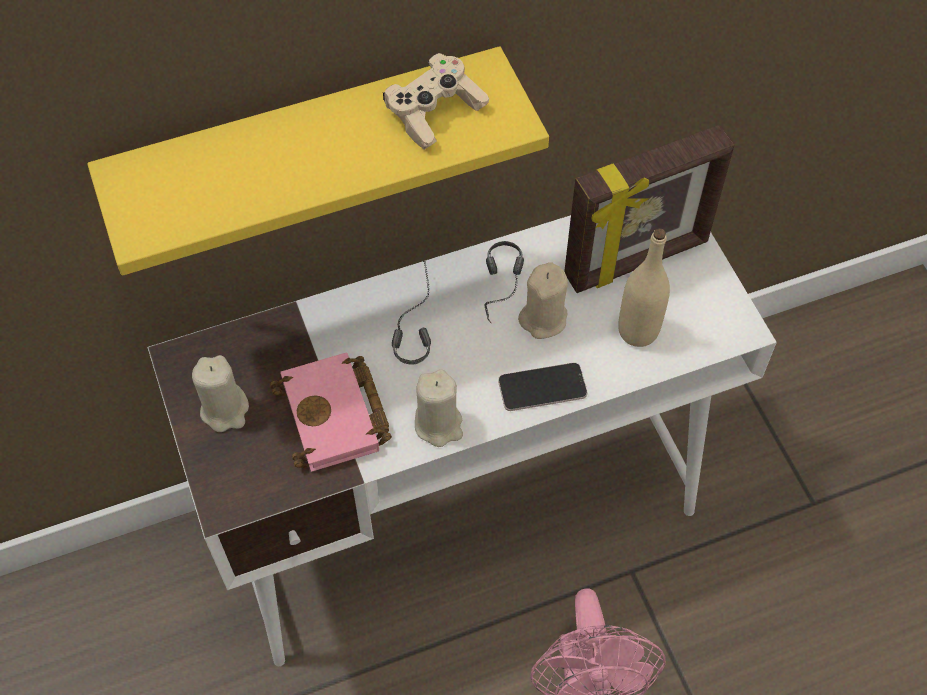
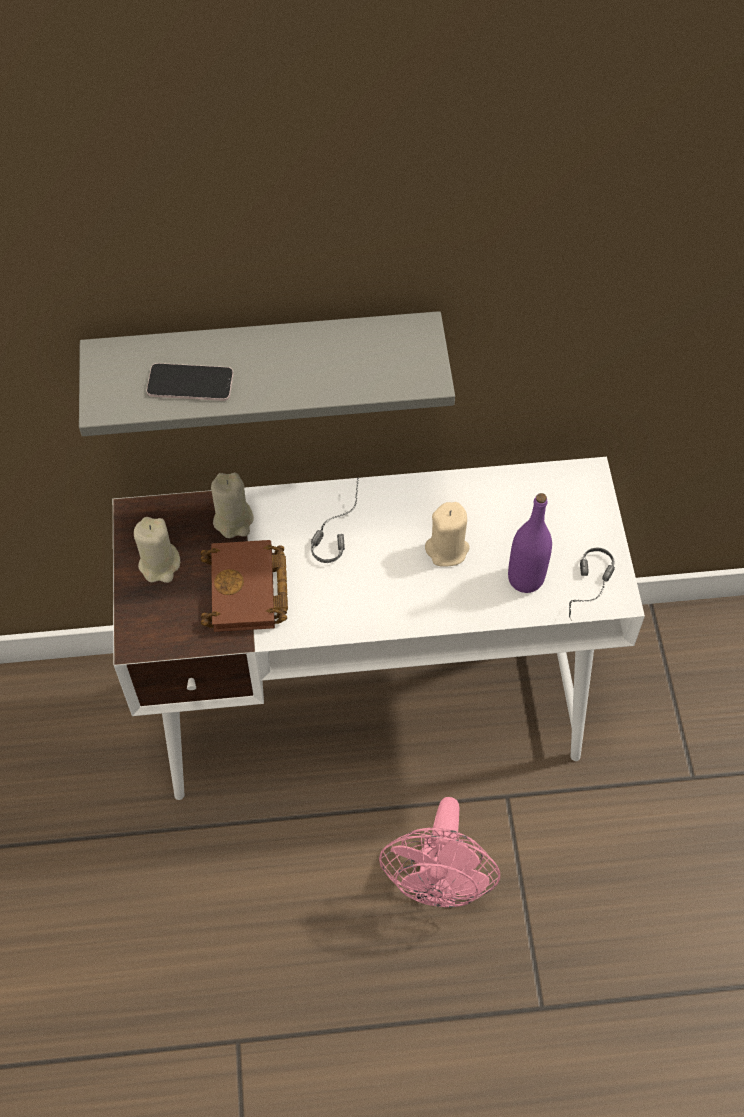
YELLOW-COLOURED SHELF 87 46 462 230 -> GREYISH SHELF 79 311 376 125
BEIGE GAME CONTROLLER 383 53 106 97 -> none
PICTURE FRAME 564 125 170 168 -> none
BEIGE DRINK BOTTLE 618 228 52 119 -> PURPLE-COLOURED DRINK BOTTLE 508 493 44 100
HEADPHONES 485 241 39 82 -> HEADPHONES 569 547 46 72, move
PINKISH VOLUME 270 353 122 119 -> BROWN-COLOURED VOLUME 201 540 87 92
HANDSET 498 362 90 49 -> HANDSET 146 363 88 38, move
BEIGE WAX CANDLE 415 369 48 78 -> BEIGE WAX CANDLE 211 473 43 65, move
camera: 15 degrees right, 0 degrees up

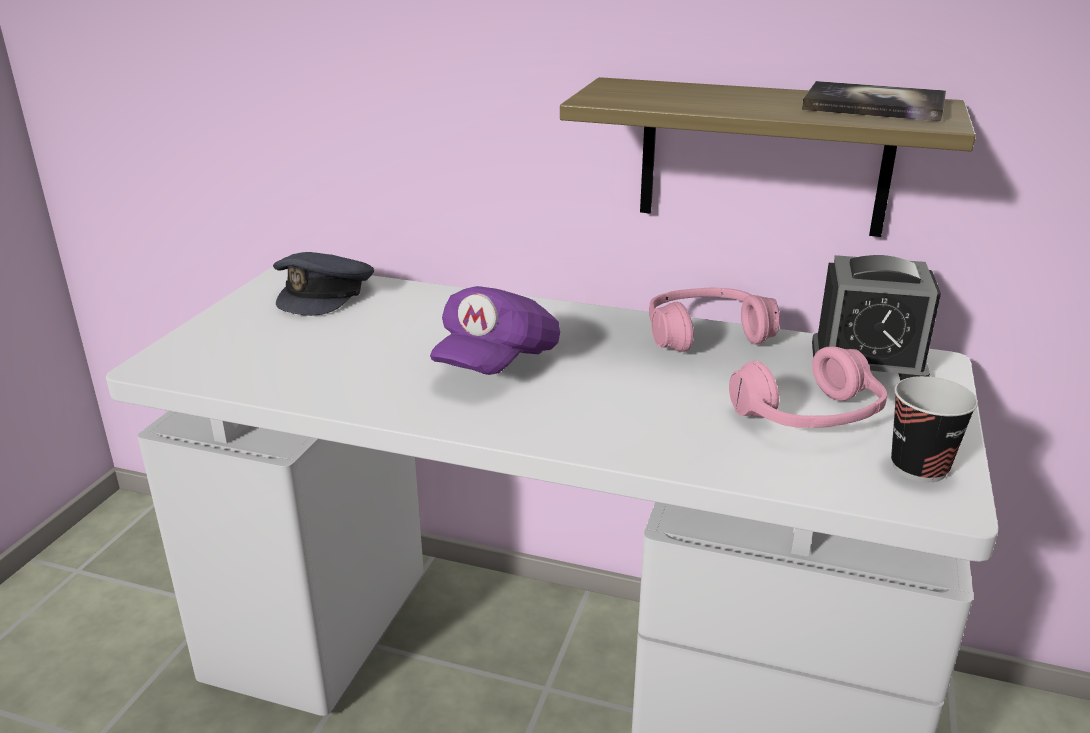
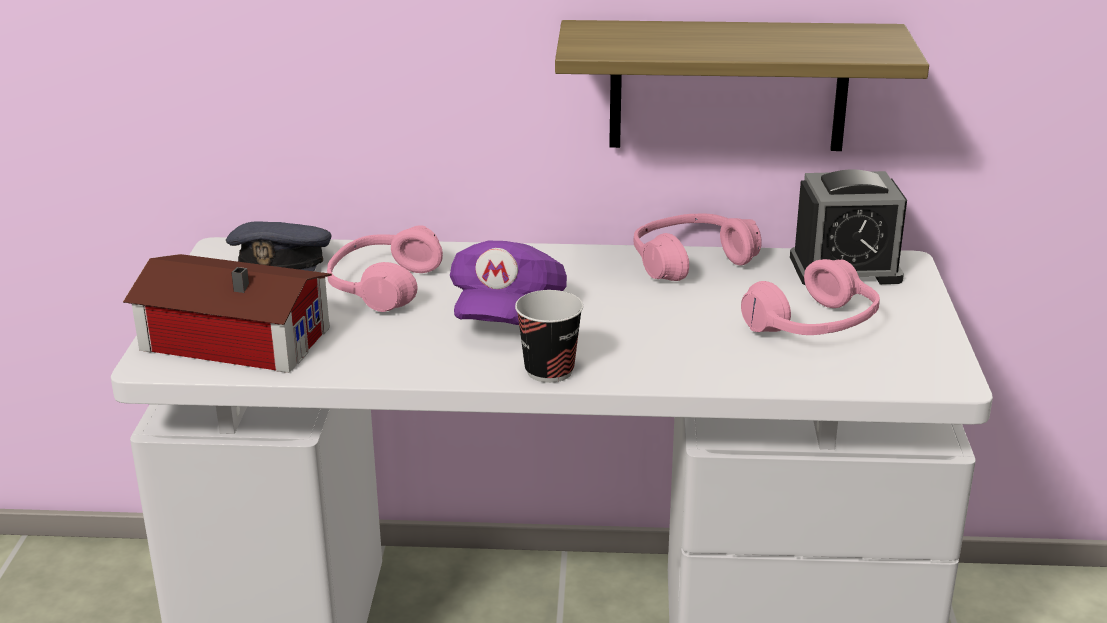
VOLUME 802 81 144 40 -> none
SMALL CUP 891 376 87 106 -> SMALL CUP 515 290 68 93, move
none -> PINKISH HEADPHONES 327 225 116 87
none -> MODEL HOUSE 123 254 209 119
camera: 15 degrees left, 0 degrees up

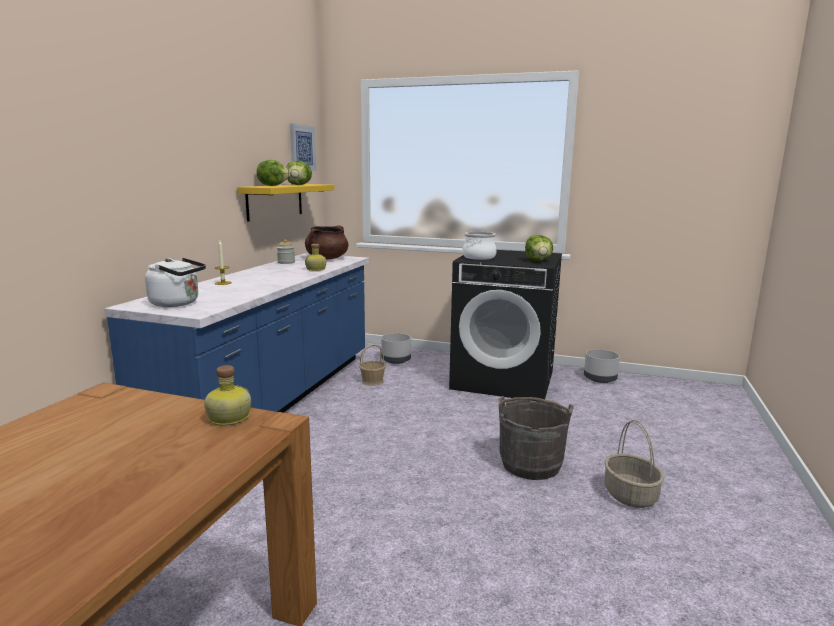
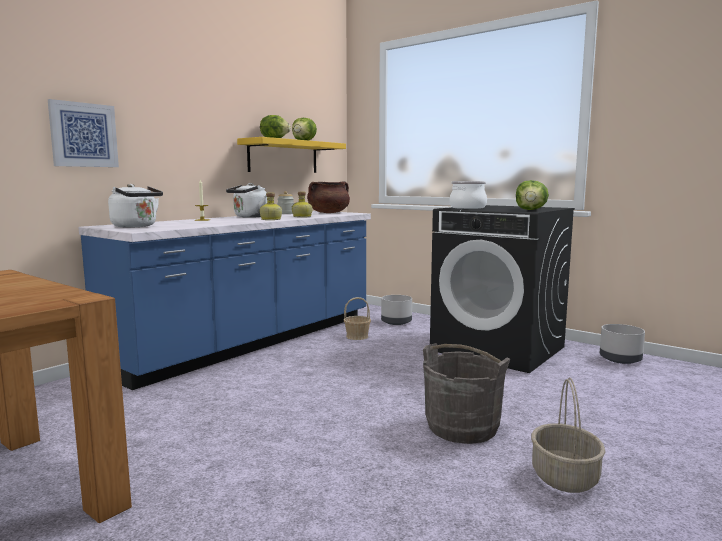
WALL PICTURE 290 124 27 47 -> WALL PICTURE 48 99 71 68, move
DRINK BOTTLE 204 365 47 61 -> DRINK BOTTLE 260 193 22 27, move
none -> WHITE TEA KETTLE 226 183 41 35
camera: 20 degrees right, 5 degrees down

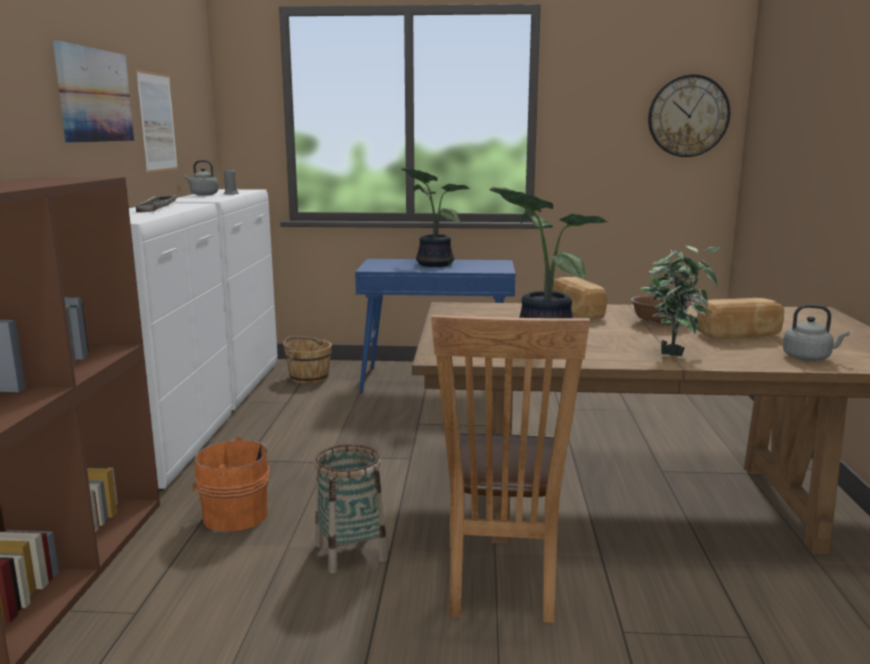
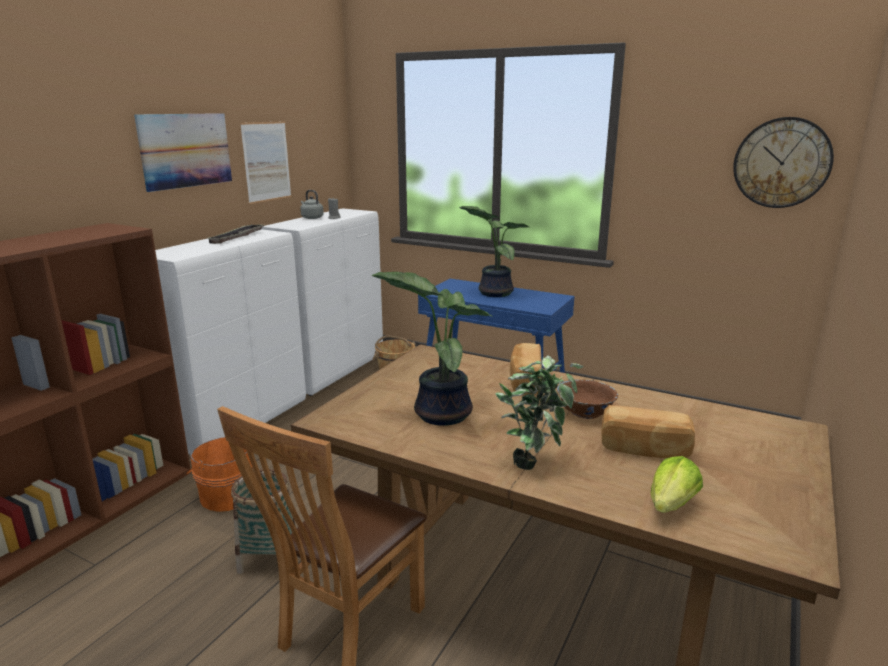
GREYISH TEA KETTLE 783 304 67 57 -> LETTUCE 651 456 52 57
camera: 25 degrees right, 5 degrees up

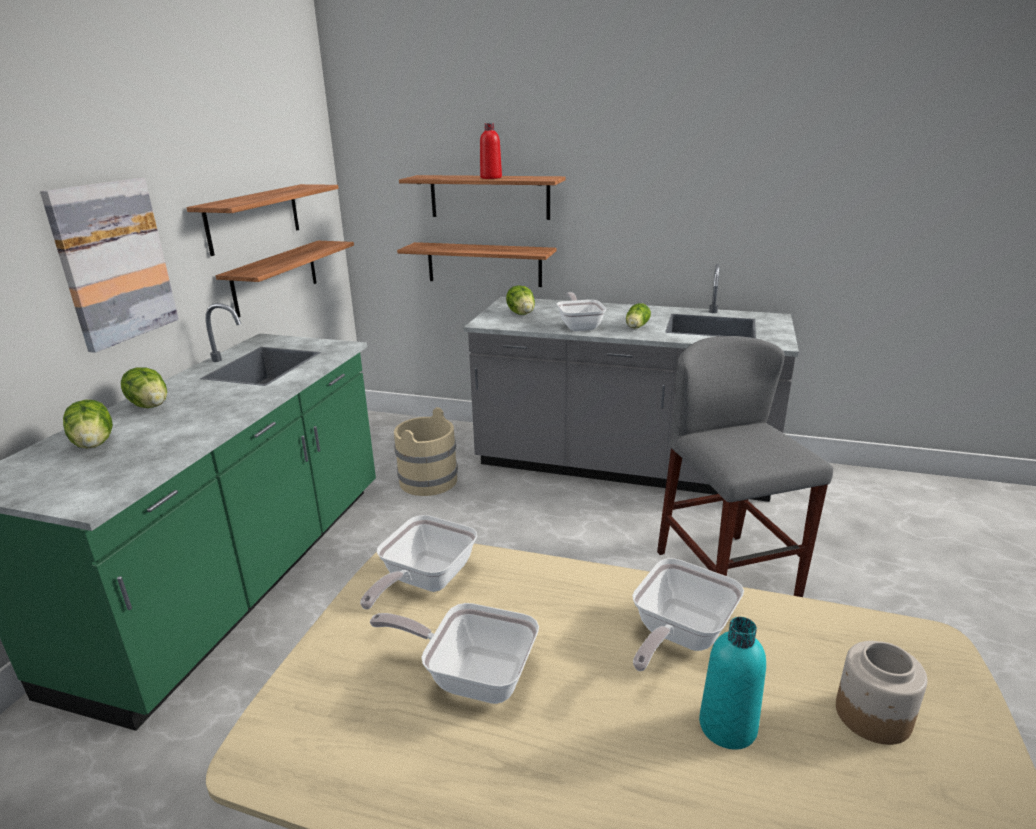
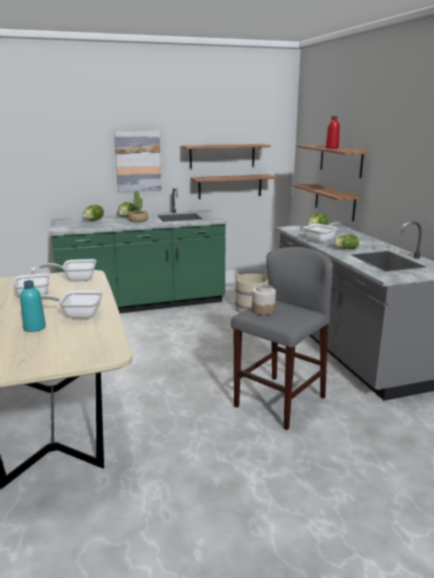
JAR 836 641 91 104 -> JAR 252 284 24 31, move
none -> POTTED PLANT 128 190 20 32
camera: 55 degrees right, 5 degrees down

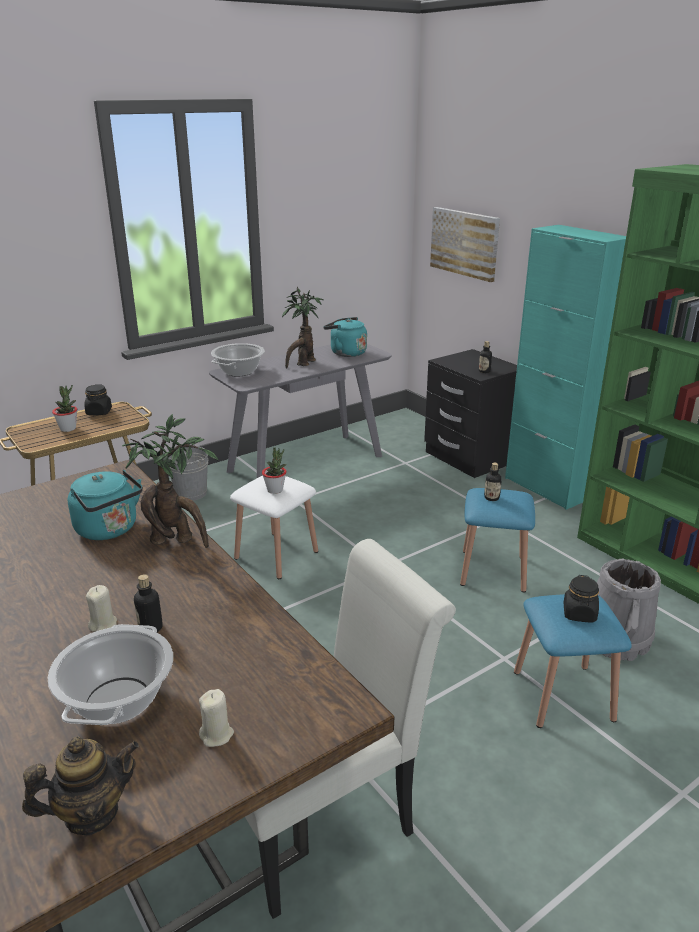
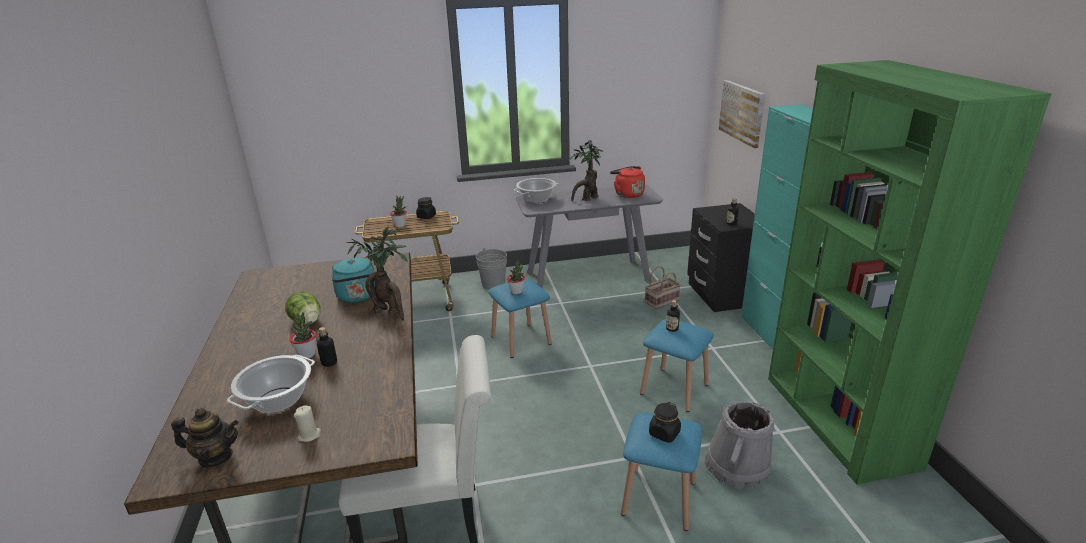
TURQUOISE-COLOURED TEA KETTLE 323 317 44 40 -> REDDISH TEA KETTLE 610 166 35 32
WHITE STOOL SEAT 230 476 88 103 -> BLUISH STOOL SEAT 488 278 64 80
BEIGE WAX CANDLE 86 585 31 47 -> POTTED PLANT 289 312 27 46
none -> HOUSEHOLD BASKET 645 266 36 43
none -> LETTUCE 285 291 36 33
camera: 25 degrees right, 0 degrees up

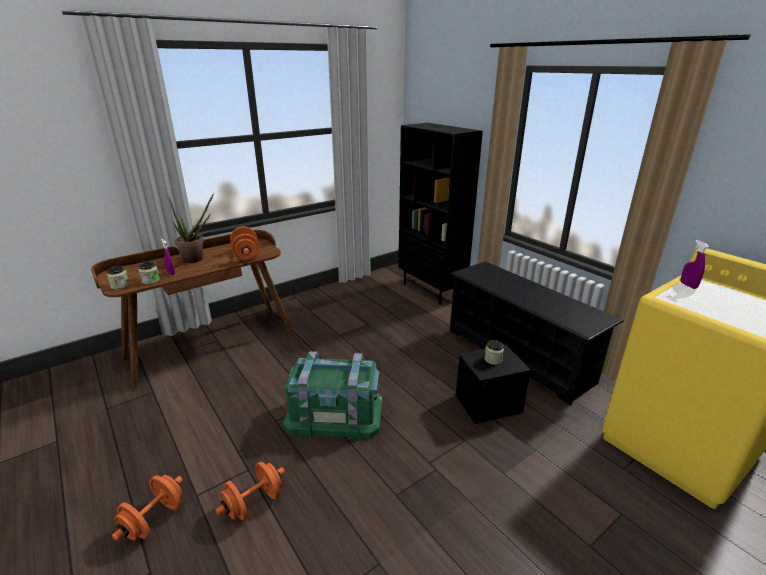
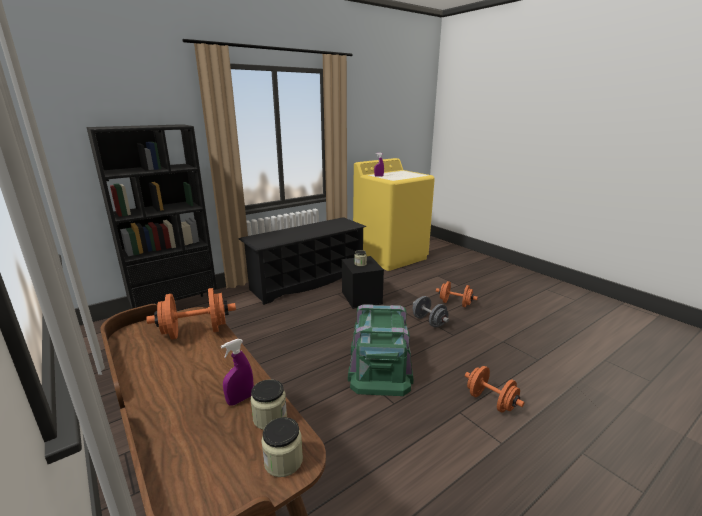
POTTED PLANT 169 193 45 70 -> none
ORANGEY DUMBBELL 112 475 71 66 -> ORANGEY DUMBBELL 436 281 42 26, move
none -> GREYISH DUMBBELL 413 296 36 32
camera: 90 degrees left, 5 degrees down

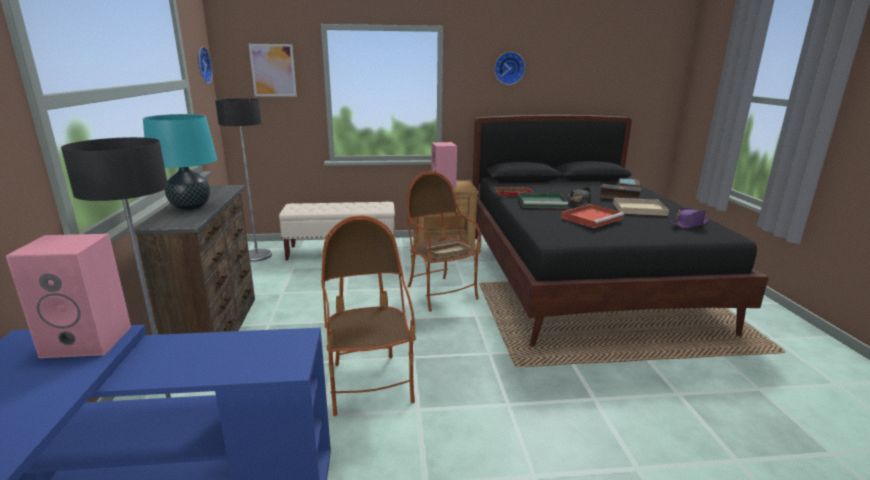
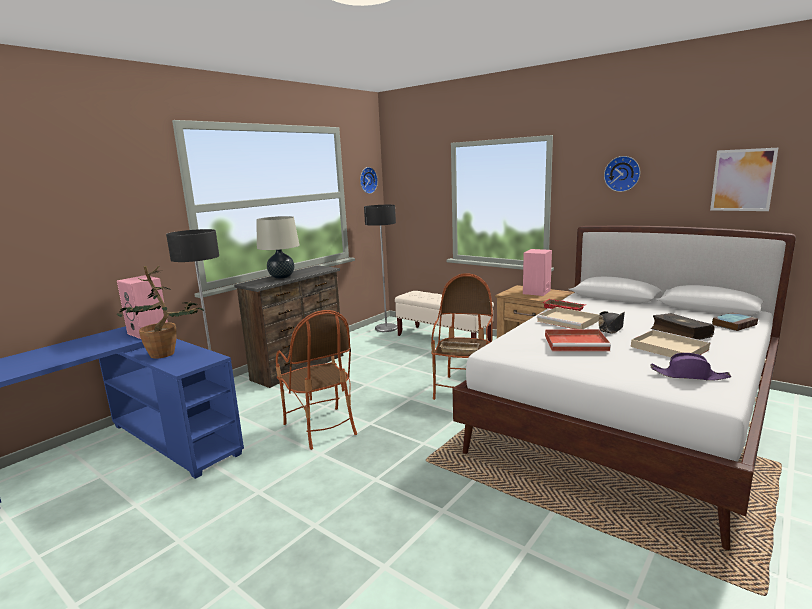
WALL PICTURE 249 44 48 52 -> WALL PICTURE 710 148 68 63, move
TURQUOISE-COLOURED TABLETOP LAMP 143 114 74 96 -> BEIGE TABLETOP LAMP 256 216 44 63
BLACK BED 472 115 297 232 -> WHITE BED 453 226 343 324
GREEN-COLOURED SERVING TRAY 518 193 50 16 -> BEIGE SERVING TRAY 537 307 62 22
EASY CHAIR 321 216 95 200 -> EASY CHAIR 276 310 81 140, 120 degrees clockwise
none -> POTTED PLANT 117 266 87 93
camera: 45 degrees right, 5 degrees down

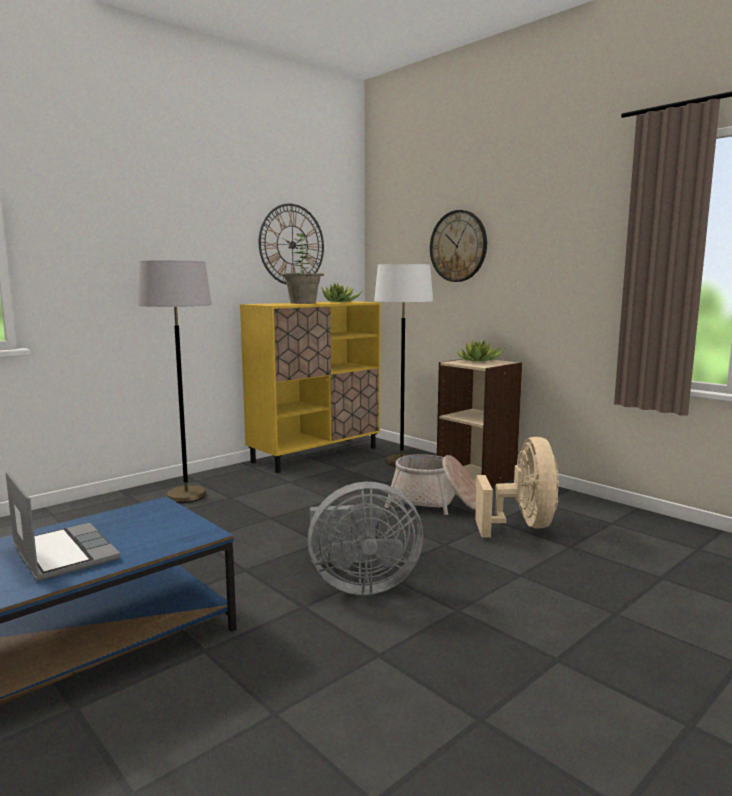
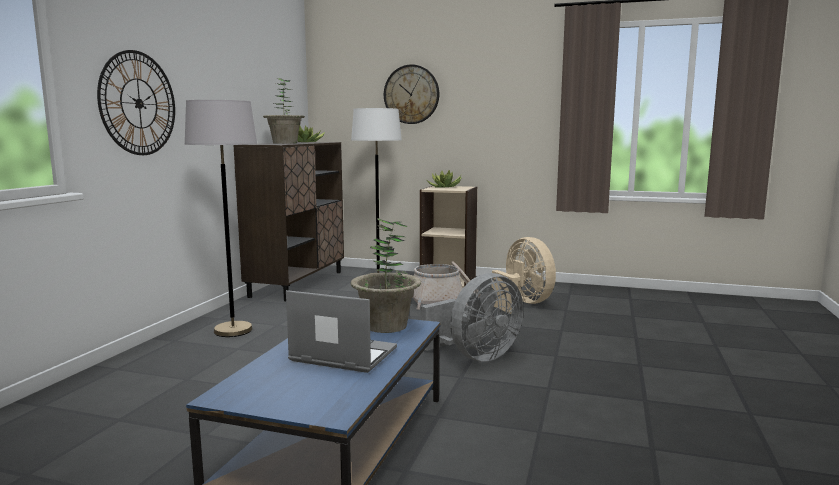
CLOCK ON THE WALL 259 204 65 81 -> CLOCK ON THE WALL 97 50 78 105, move
YELLOW-COLOURED CUPBOARD 240 301 141 172 -> BROWN-COLOURED CUPBOARD 233 142 111 159
none -> POTTED PLANT 350 218 71 115
camera: 30 degrees left, 0 degrees up

